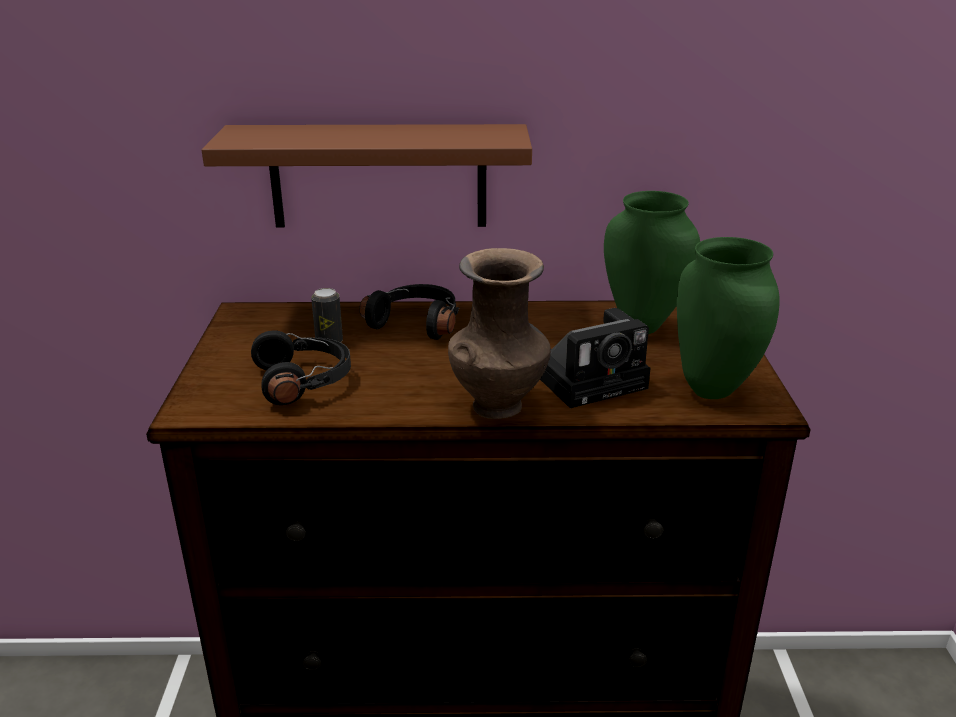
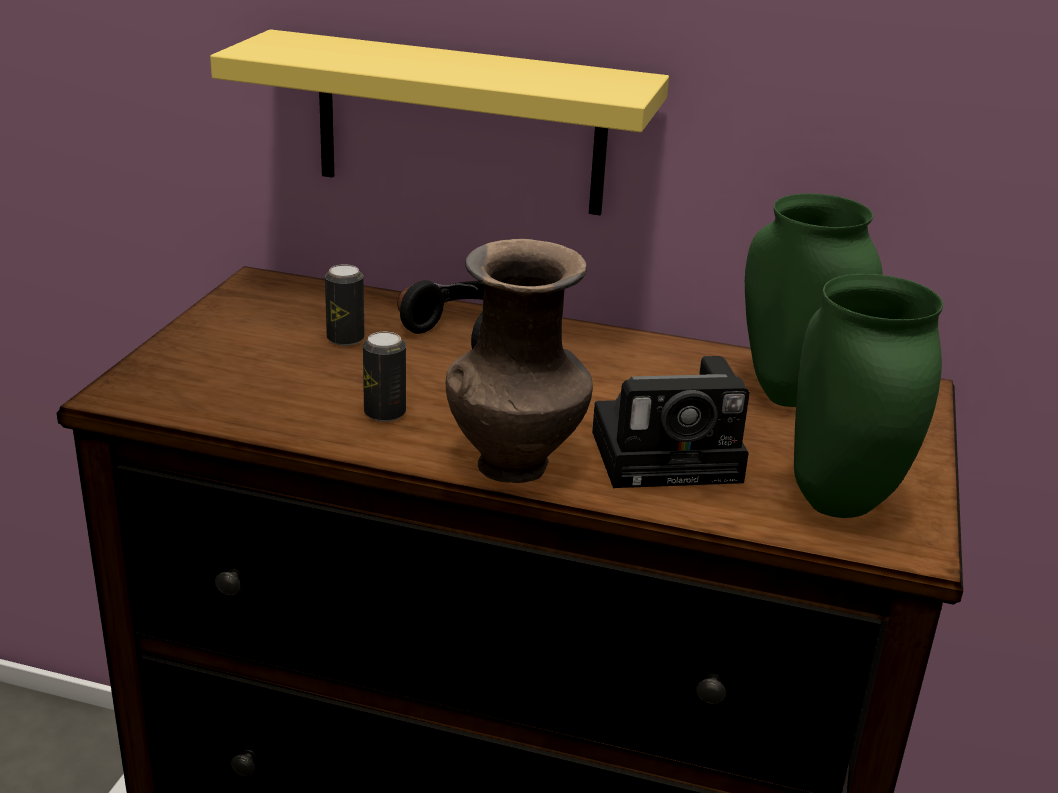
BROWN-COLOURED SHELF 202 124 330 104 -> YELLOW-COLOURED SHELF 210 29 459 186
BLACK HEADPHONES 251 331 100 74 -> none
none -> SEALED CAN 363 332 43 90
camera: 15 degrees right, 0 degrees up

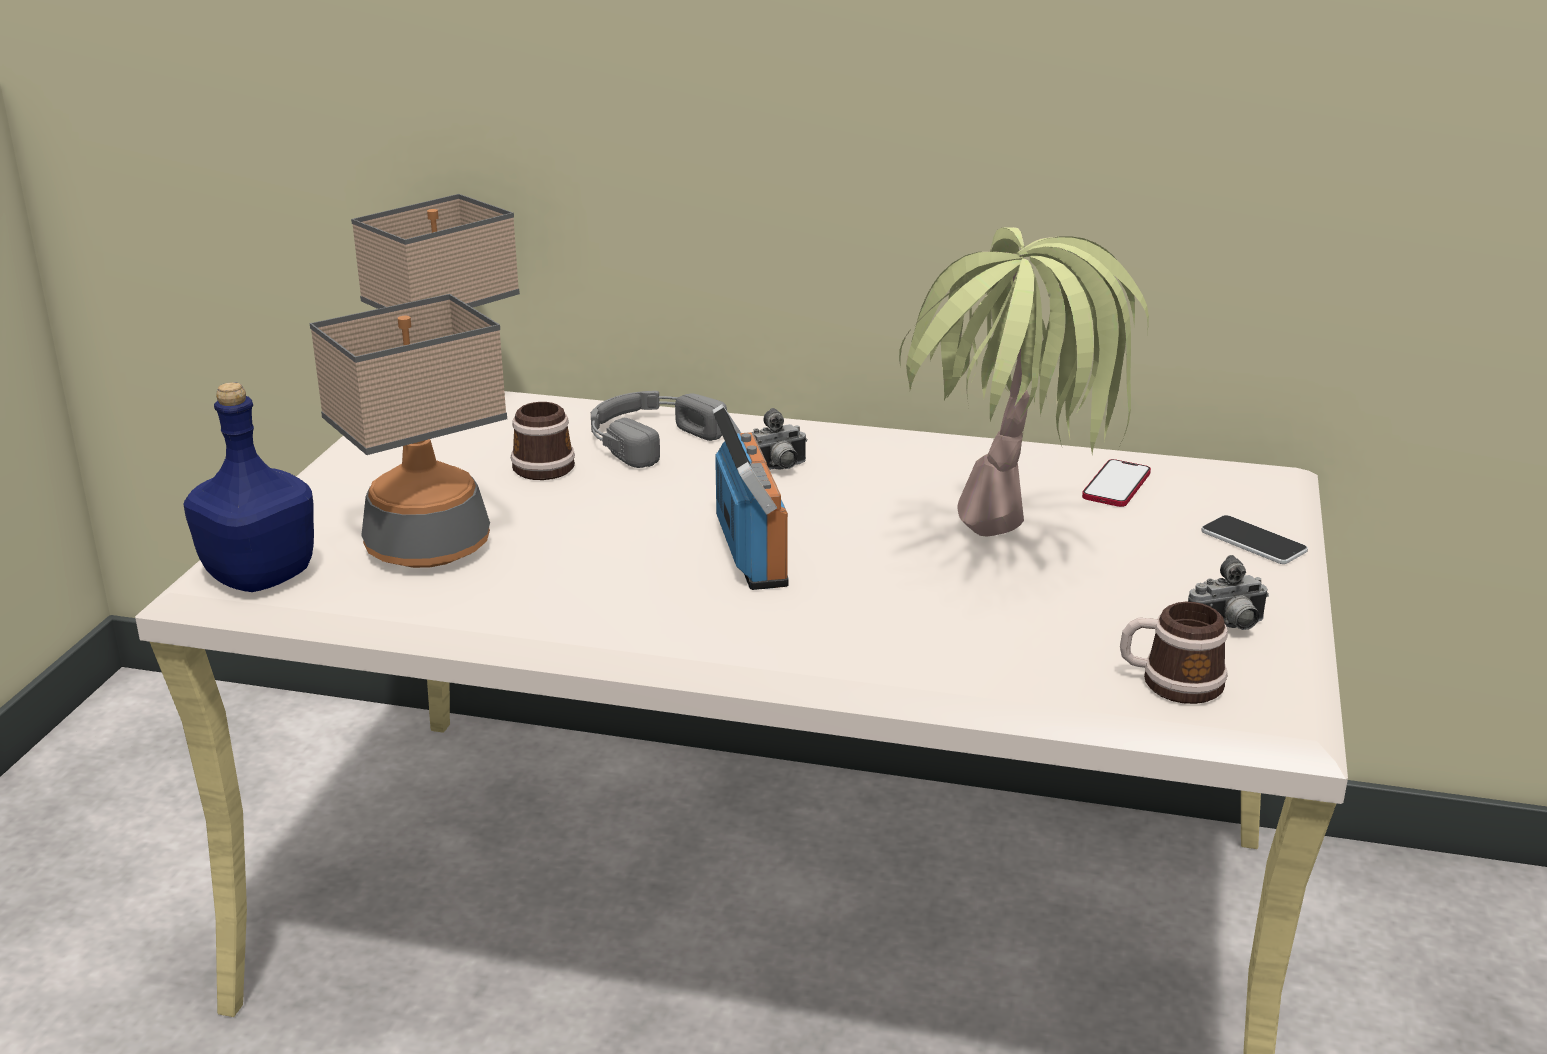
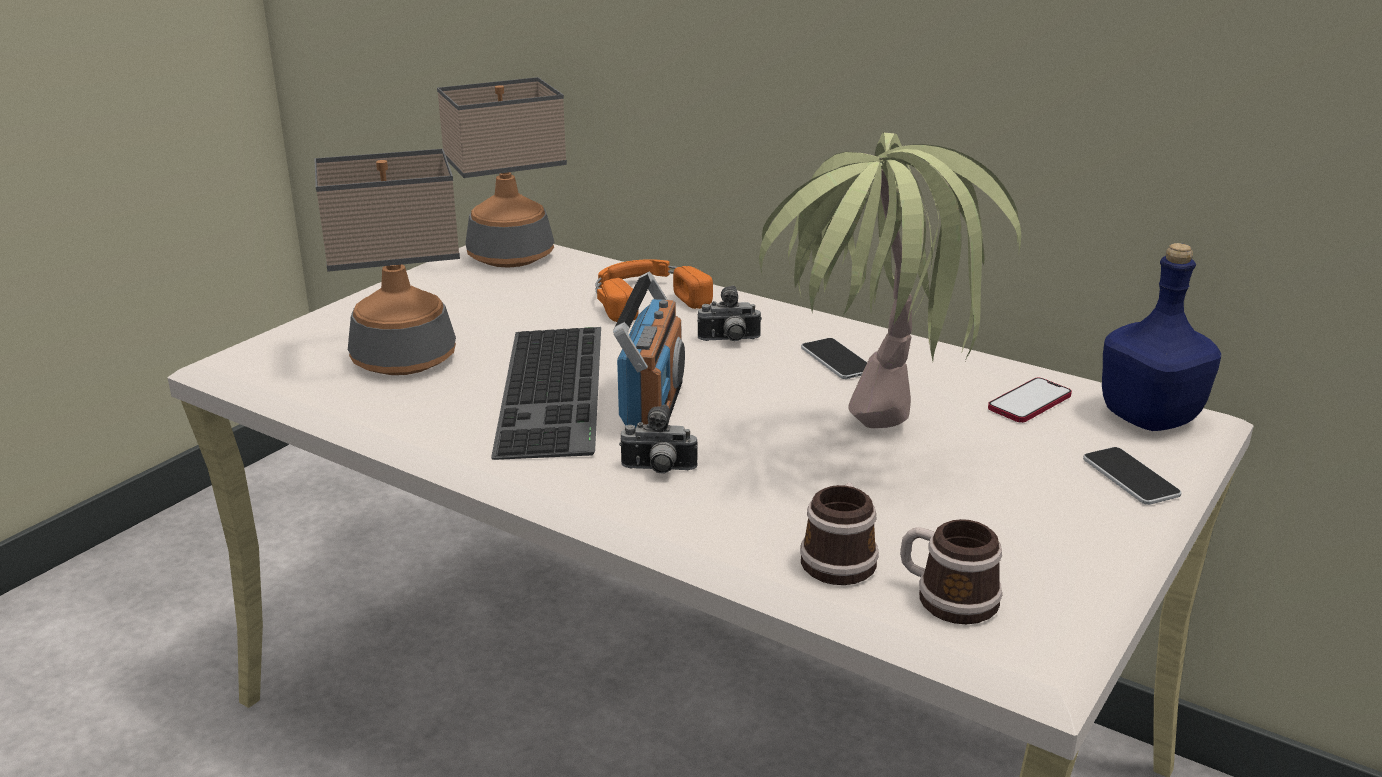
BLUISH DRINK BOTTLE 183 382 131 210 -> BLUISH DRINK BOTTLE 1102 243 119 188, move
GREYISH HEADPHONES 591 391 136 77 -> ORANGEY HEADPHONES 595 259 118 63
TEA MUG 511 402 64 78 -> TEA MUG 800 483 79 102, move
STILL CAMERA 1188 555 81 75 -> STILL CAMERA 619 405 79 69, move
none -> KEYBOARD 491 327 110 133
none -> HANDSET 801 338 66 41
camera: 20 degrees right, 0 degrees up

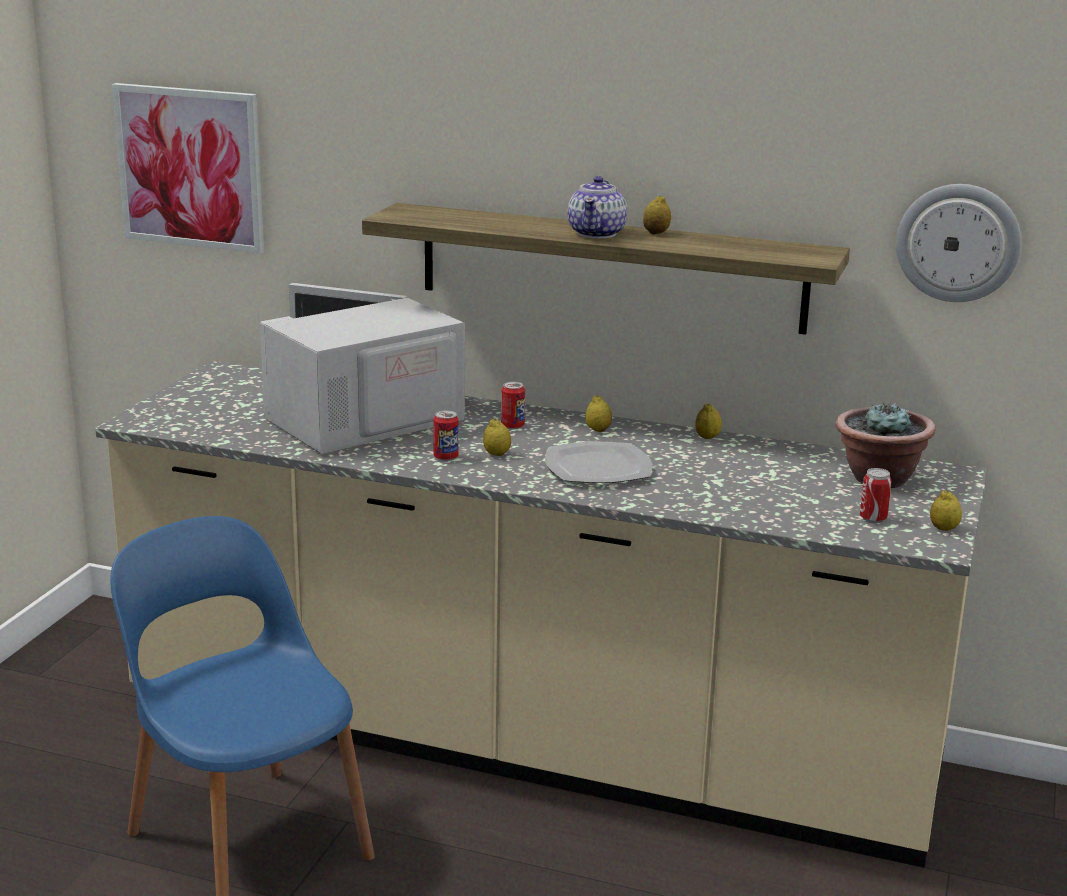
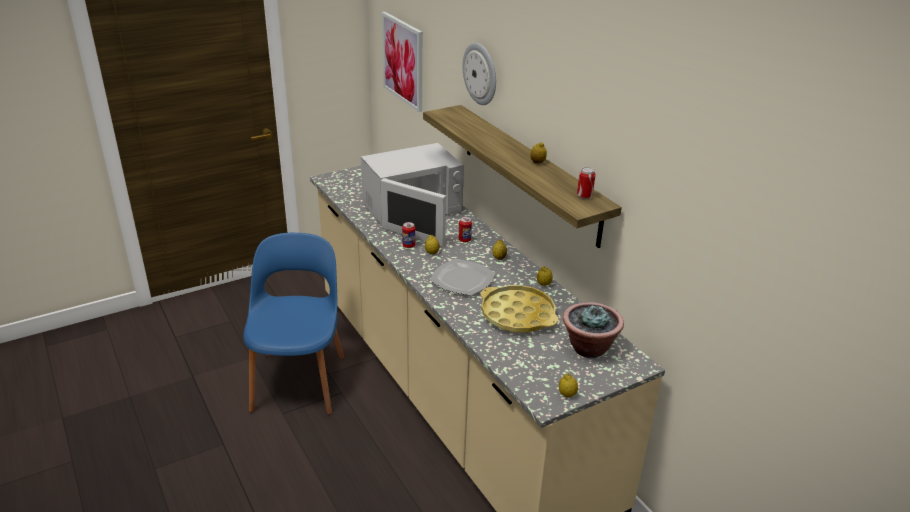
TEAPOT 568 176 59 63 -> none
CLOCK ON THE WALL 896 184 125 118 -> CLOCK ON THE WALL 463 43 33 62, move
WHITE MICROWAVE 260 283 205 171 -> WHITE MICROWAVE 361 143 103 104, 150 degrees clockwise
SEALED CAN 860 468 32 55 -> SEALED CAN 577 167 18 32, move
none -> YELLOW-COLOURED SERVING TRAY 480 285 78 48
camera: 40 degrees right, 10 degrees up

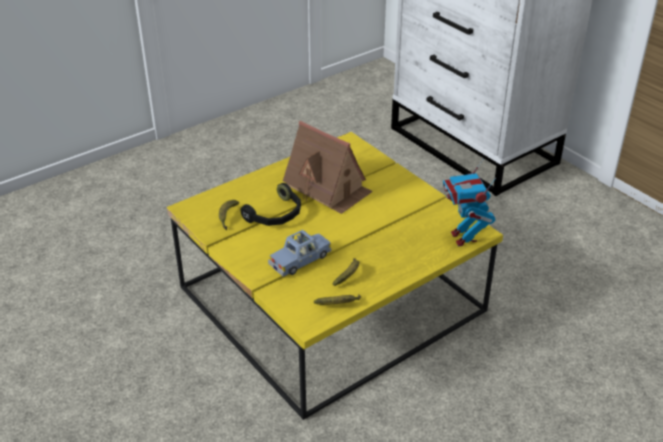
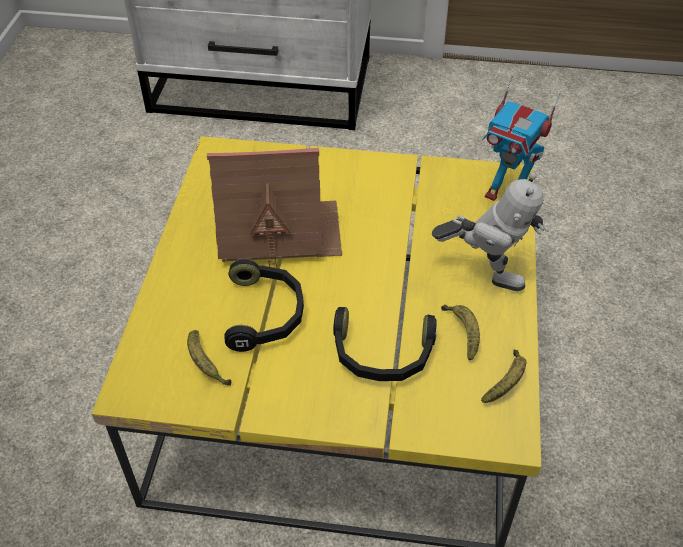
BLUISH TOY CAR 268 230 63 47 -> BLACK HEADPHONES 333 307 104 74
none -> ROBOT FIGURE 432 173 117 118
camera: 45 degrees left, 10 degrees up

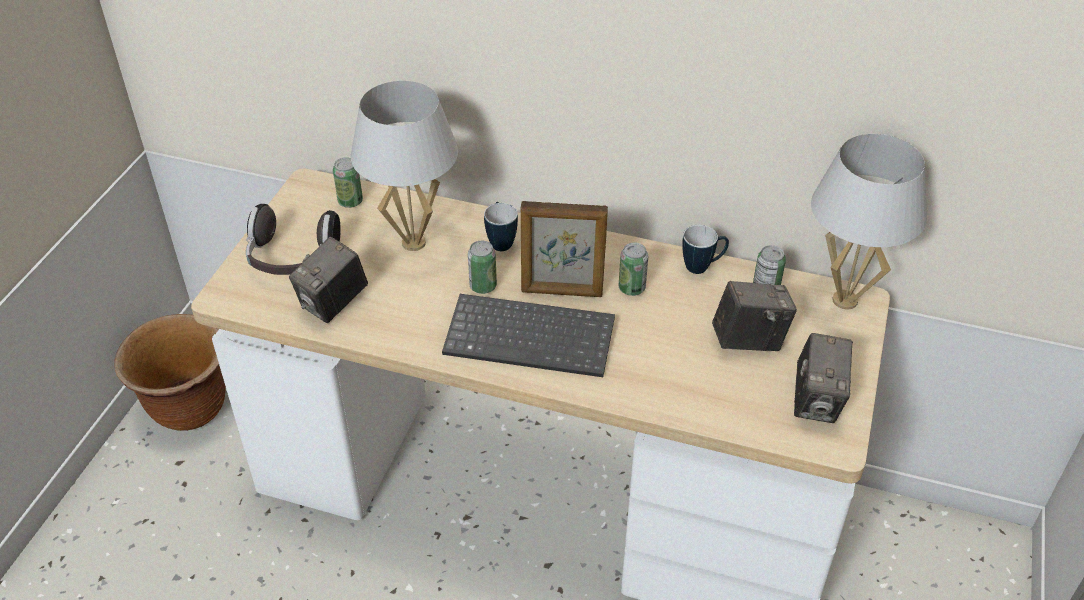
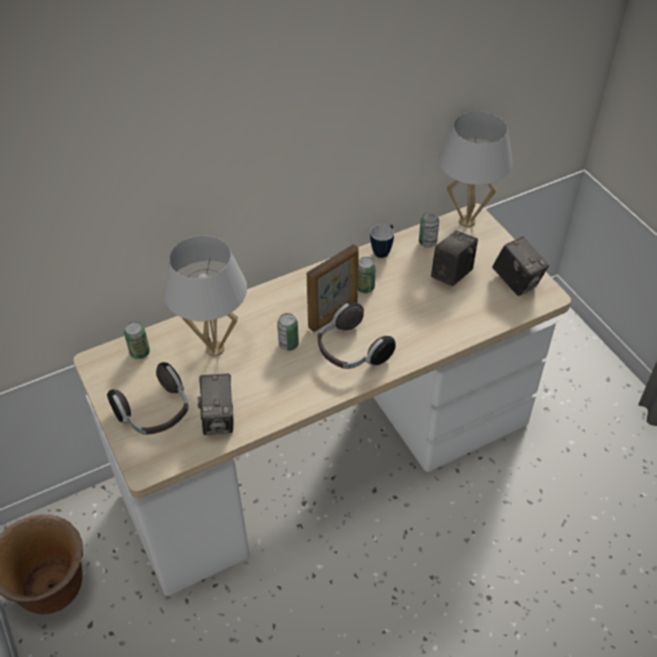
TEA MUG 484 202 34 49 -> none
KEYBOARD 442 294 173 83 -> HEADPHONES 317 303 79 66
camera: 45 degrees left, 5 degrees up

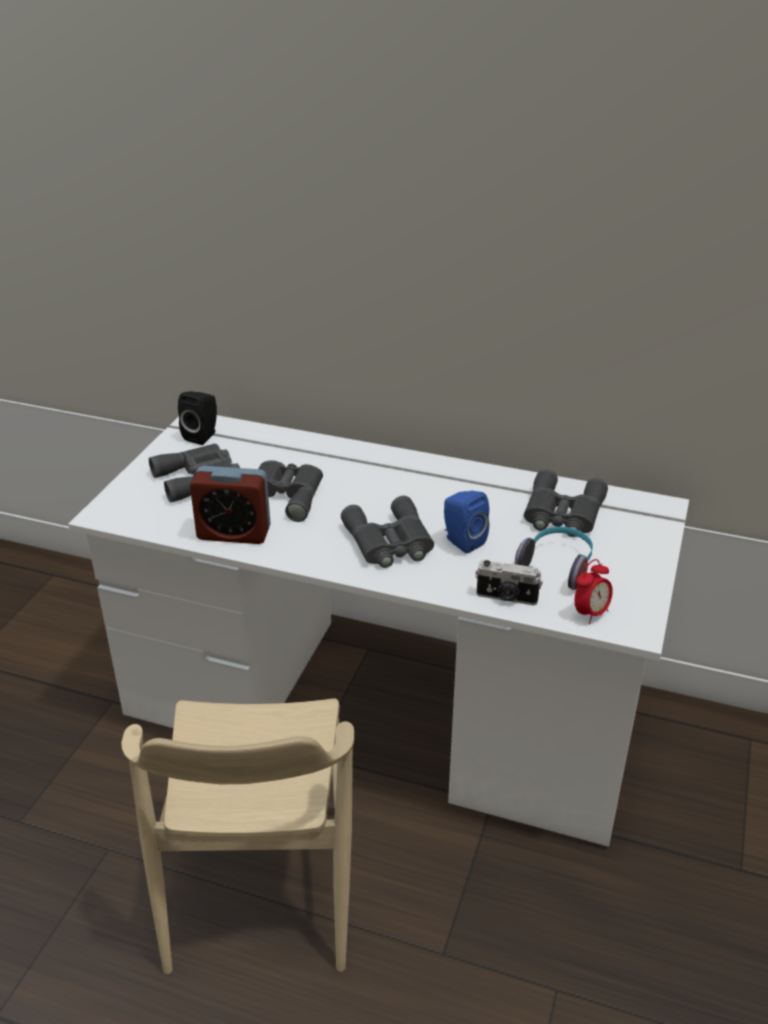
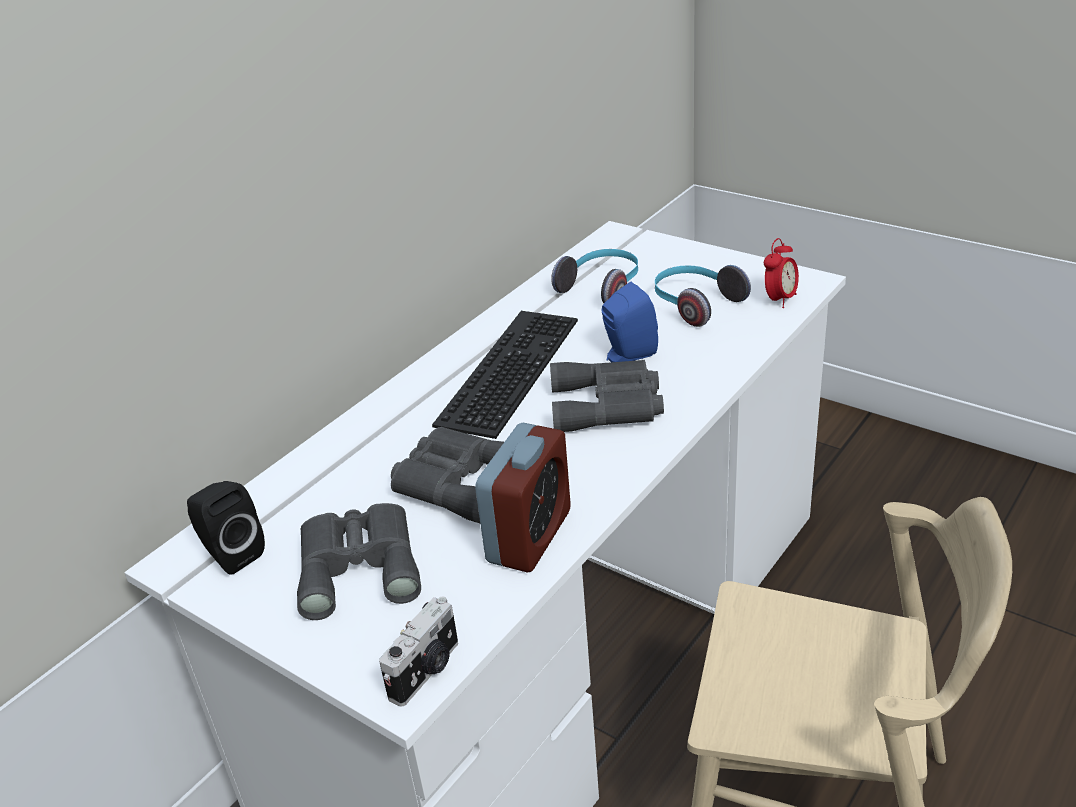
GREYISH PAIR OF BINOCULARS 524 469 84 68 -> HEADPHONES 551 249 87 54
BEDSIDE CLOCK 575 559 38 66 -> BEDSIDE CLOCK 764 238 35 70, 60 degrees clockwise
STILL CAMERA 475 560 68 45 -> STILL CAMERA 379 596 79 111, move
none -> KEYBOARD 432 311 146 128
camera: 70 degrees left, 0 degrees up

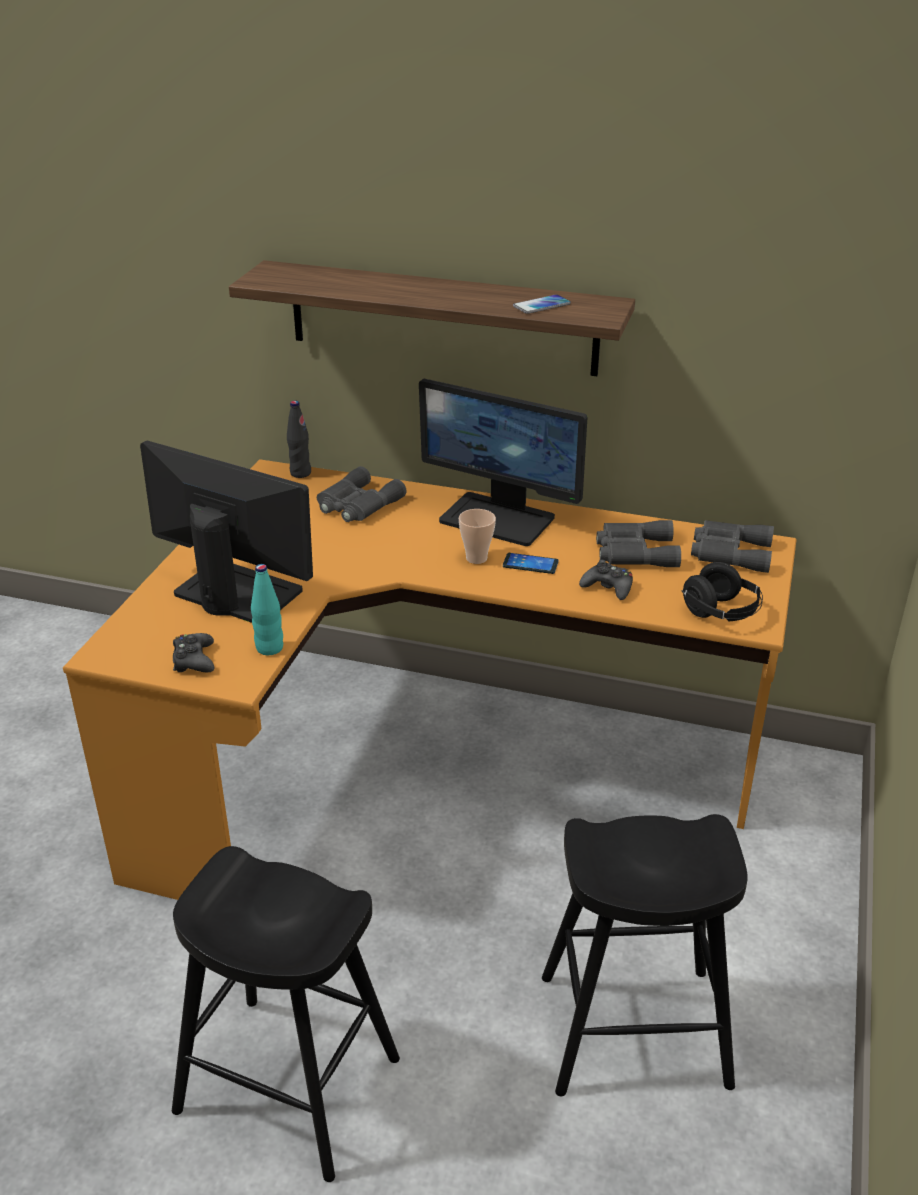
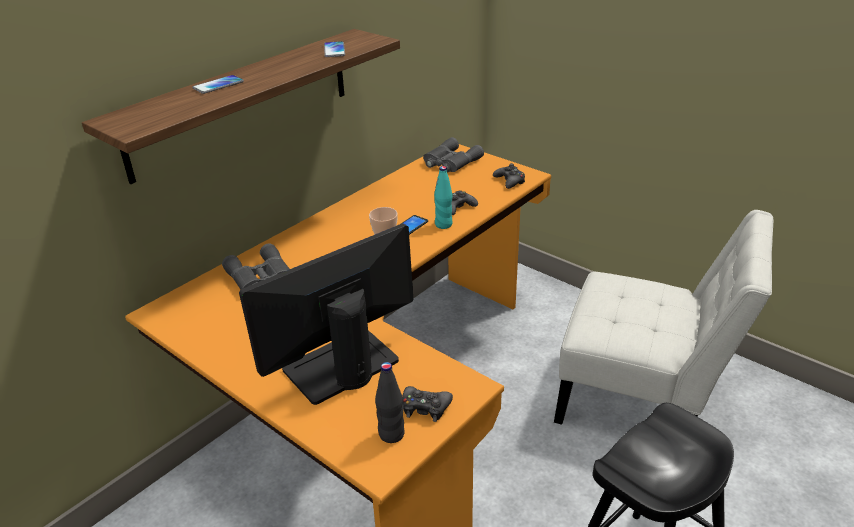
COMPUTER SCREEN 419 379 169 167 -> none
BLACK DRINK BOTTLE 287 401 24 77 -> BLACK DRINK BOTTLE 375 362 30 81, move
GREYISH PAIR OF BINOCULARS 596 520 85 47 -> none
BLACK HEADPHONES 682 562 81 59 -> BLACK GAME CONTROLLER 493 163 32 26
TURQUOISE-COLOURED DRINK BOTTLE 251 564 32 91 -> TURQUOISE-COLOURED DRINK BOTTLE 434 166 19 63, move
BLACK STOOL SEAT 542 814 206 282 -> WHITE PLAIN CHAIR 554 210 220 215
none -> HANDSET 193 75 51 19
camera: 65 degrees left, 0 degrees up

